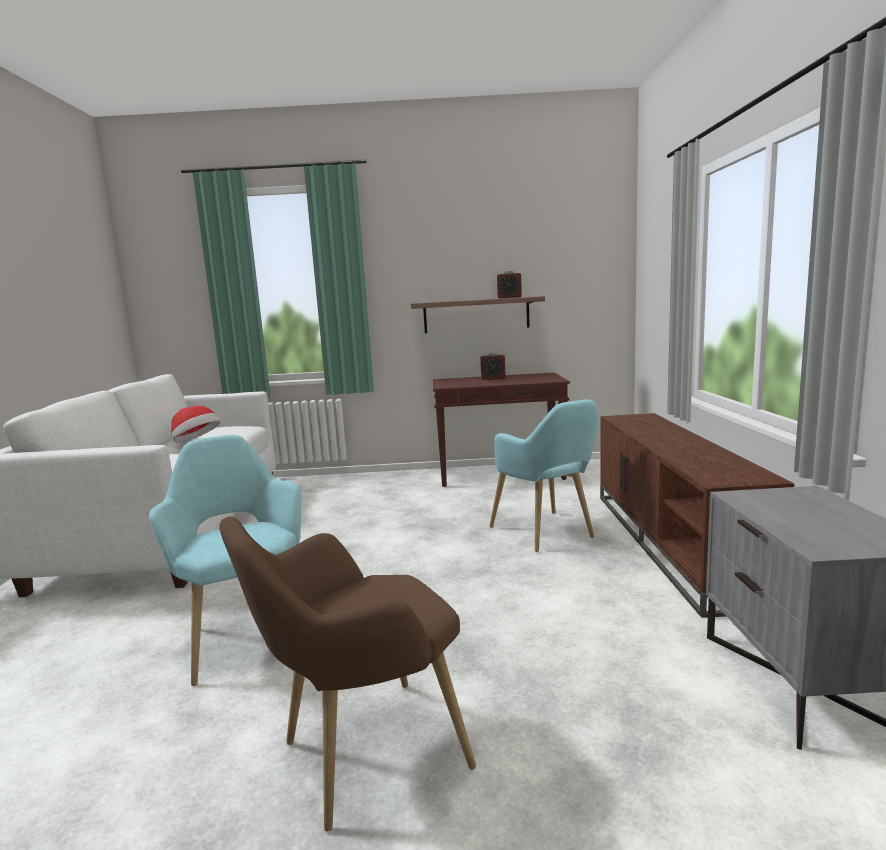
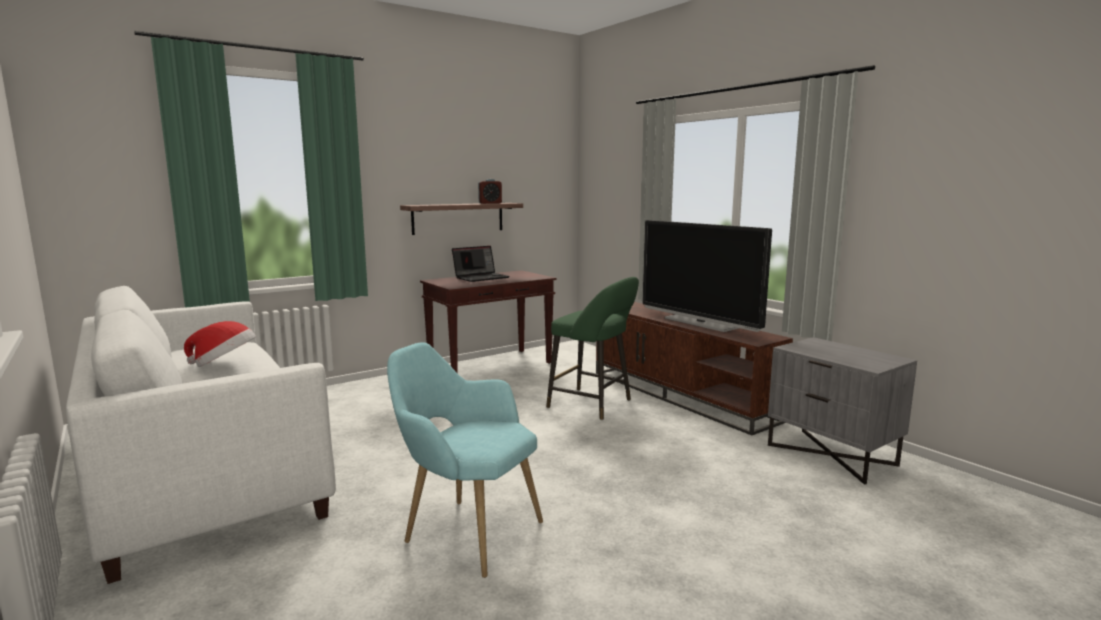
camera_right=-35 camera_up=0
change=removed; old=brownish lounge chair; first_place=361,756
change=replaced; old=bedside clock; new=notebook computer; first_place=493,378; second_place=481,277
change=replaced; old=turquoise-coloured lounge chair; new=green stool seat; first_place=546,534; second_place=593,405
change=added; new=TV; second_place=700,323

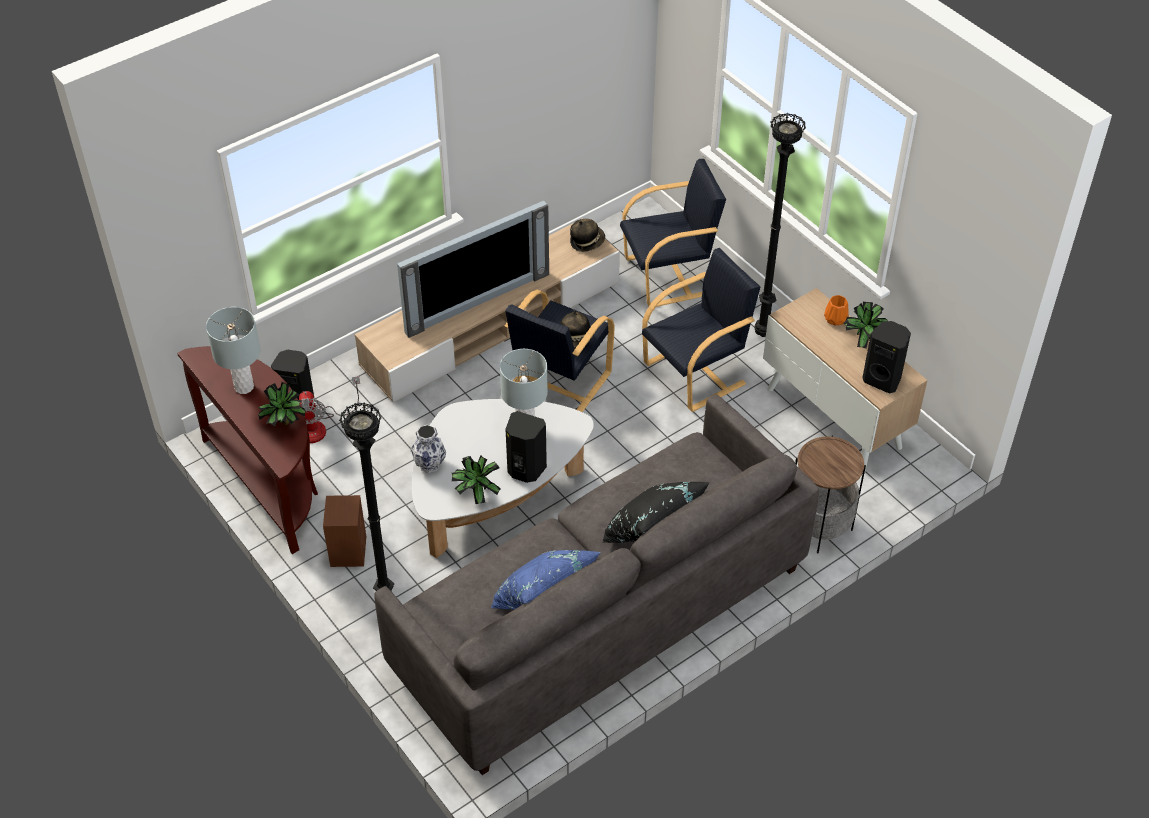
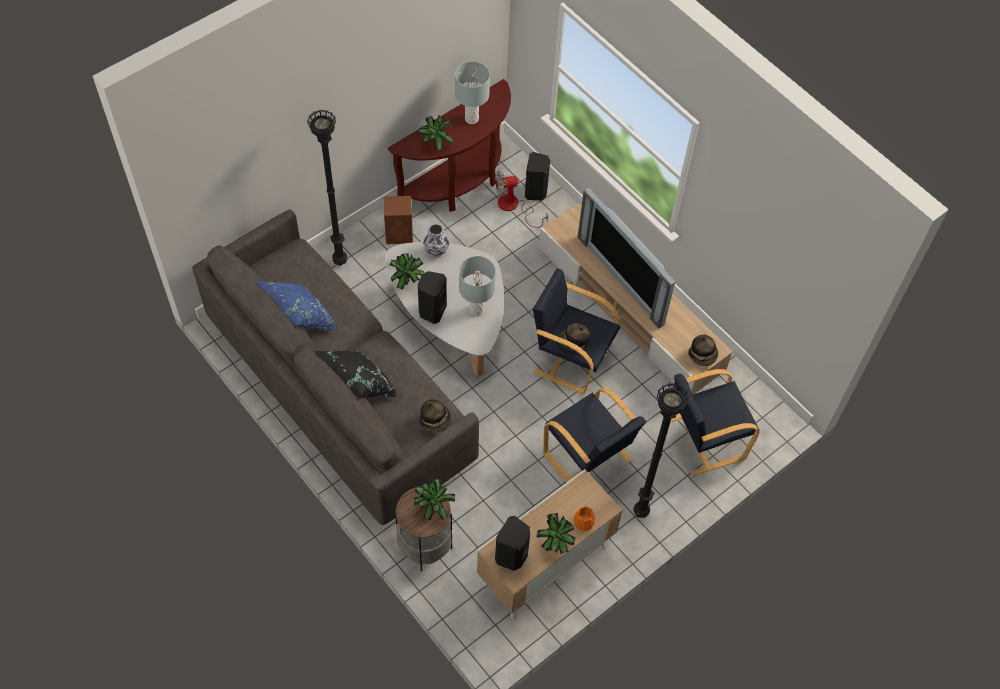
camera_right=85 camera_up=10
change=turned; old=black-coloured lounge chair; first_place=669,276; second_place=703,438; degrees=90
change=added; new=houseplant; second_place=433,508
change=added; new=wearable hat; second_place=435,420

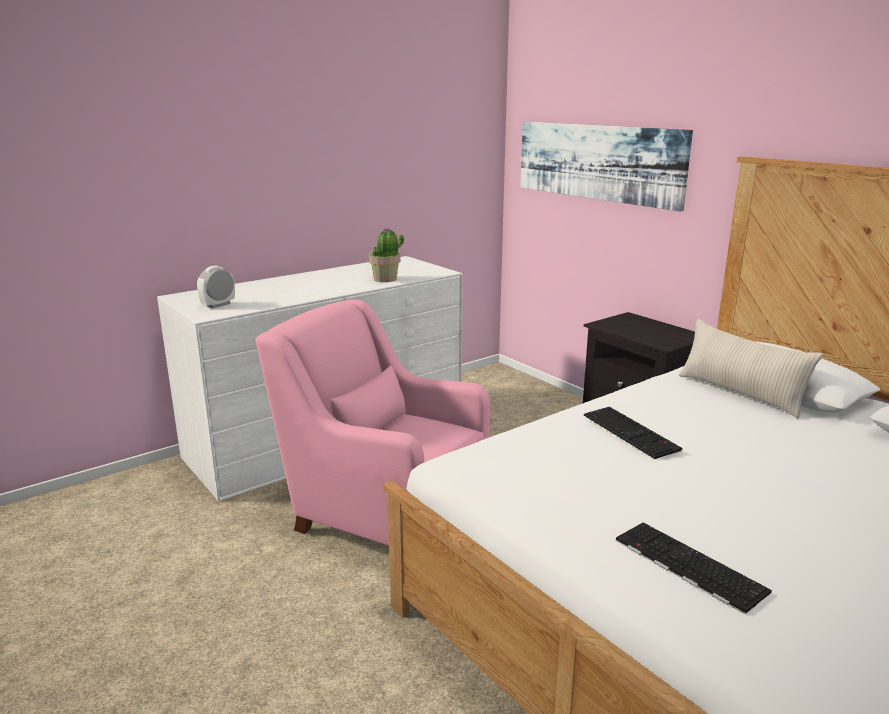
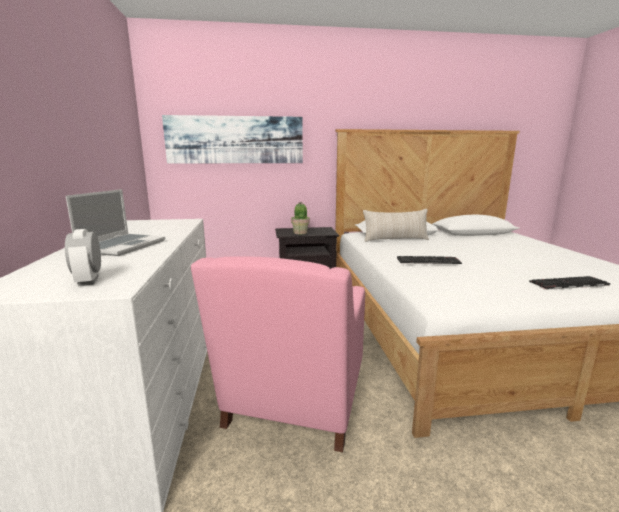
camera_right=-60 camera_up=-5
change=turned; old=pink-coloured lounge chair; first_place=383,512; second_place=294,403; degrees=-45
change=moved; old=houseplant; first_place=385,279; second_place=300,232
change=added; new=notebook computer; second_place=122,246

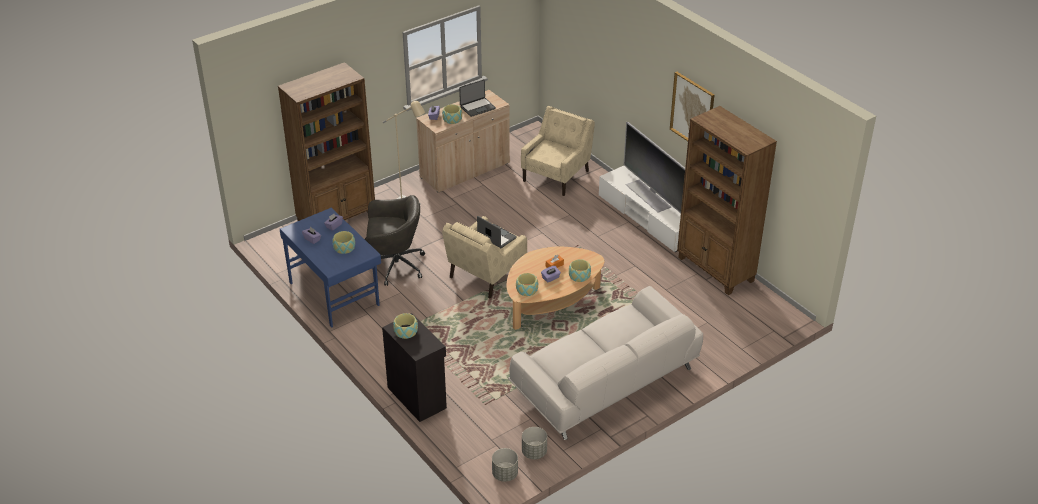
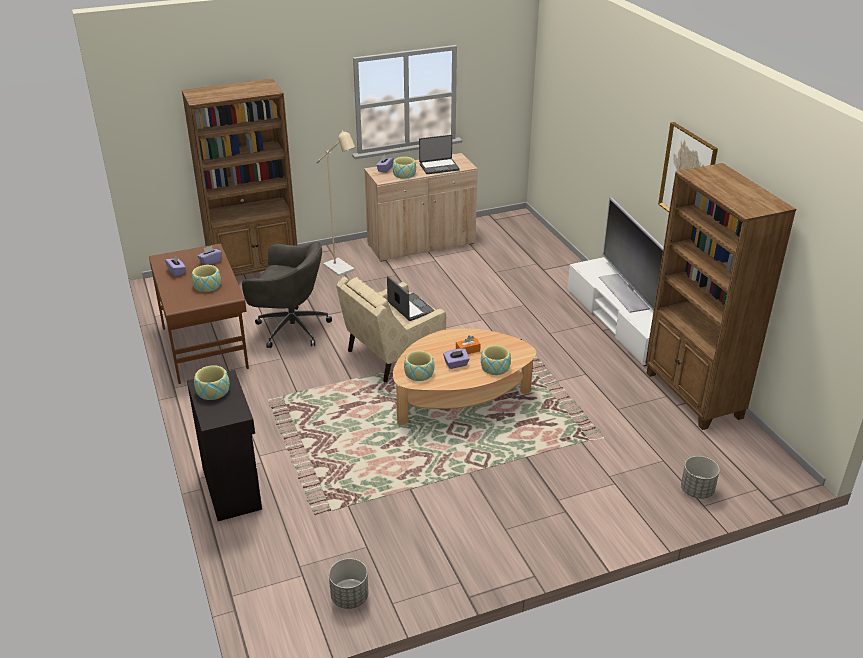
camera_right=15 camera_up=-5
change=recoloured; old=blue desk unit; new=brownish desk unit; first_place=334,293; second_place=205,346
change=moved; old=gray flower pot; first_place=504,474; second_place=696,490
change=removed; old=white sofa; first_place=605,382
change=removed; old=beige lounge chair; first_place=556,175

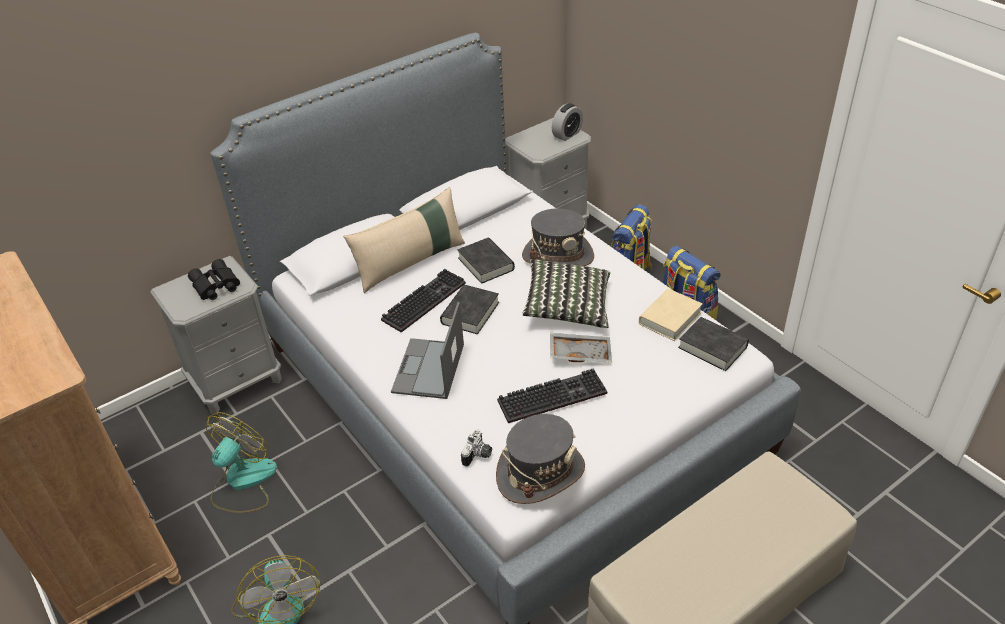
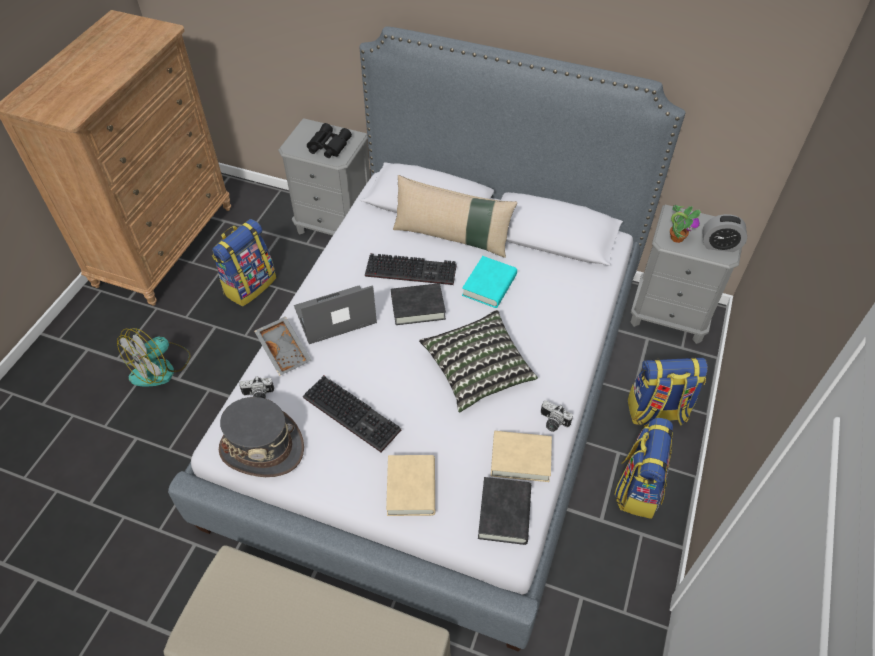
camera_right=55 camera_up=10
change=replaced; old=electric fan; new=rucksack; first_place=243,482; second_place=250,285
change=recoloured; old=black-coloured book; new=turquoise-coloured book; first_place=486,264; second_place=489,285
change=removed; old=gray wearable hat; first_place=558,255
change=moved; old=gray carrying tray; first_place=580,353; second_place=285,350
change=added; new=beige book; second_place=411,488
change=added; new=still camera; second_place=552,423
change=added; new=houseplant; second_place=676,237

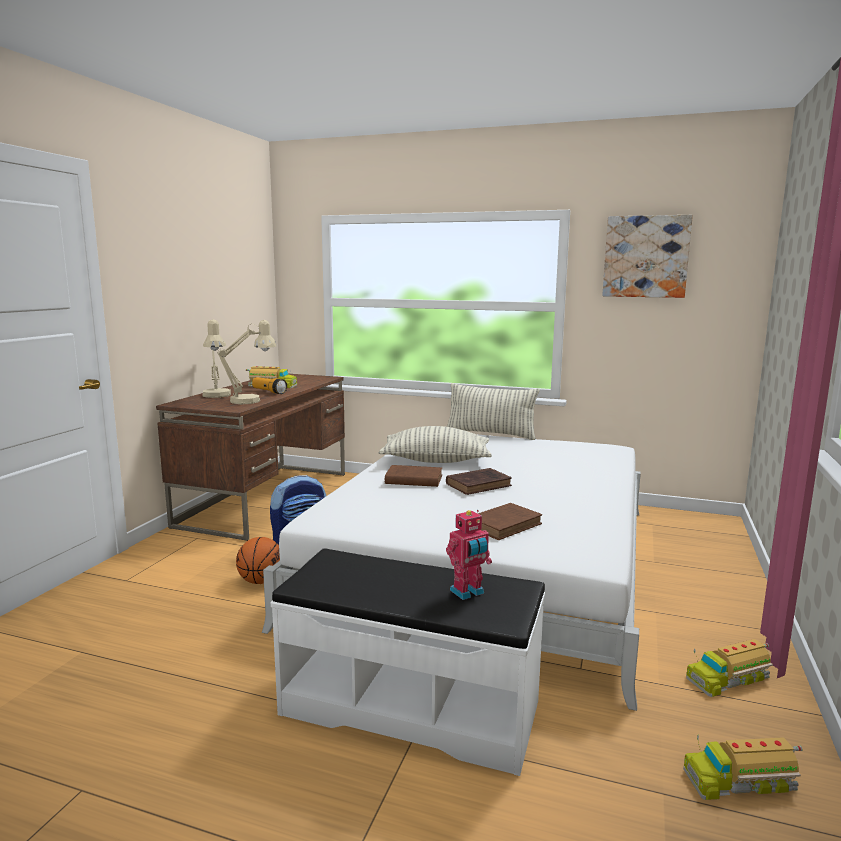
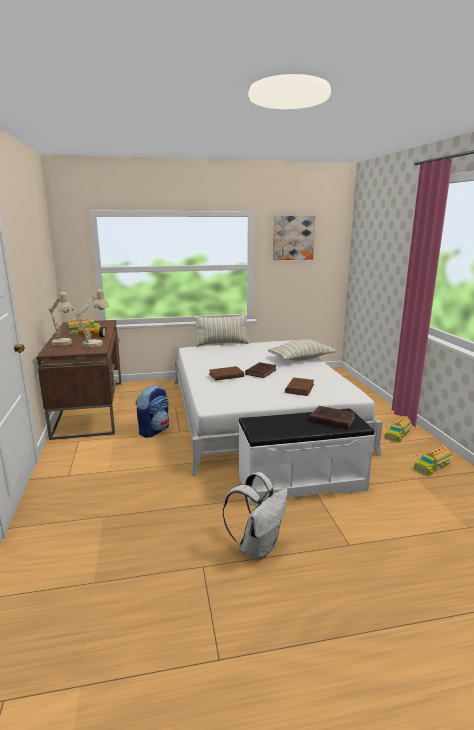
camera_right=-30 camera_up=5
change=removed; old=basketball; first_place=261,581
change=moved; old=throw pillow; first_place=436,461; second_place=301,359
change=replaced; old=toy robot; new=brownish book; first_place=468,592; second_place=331,419
change=added; new=white rucksack; second_place=258,547

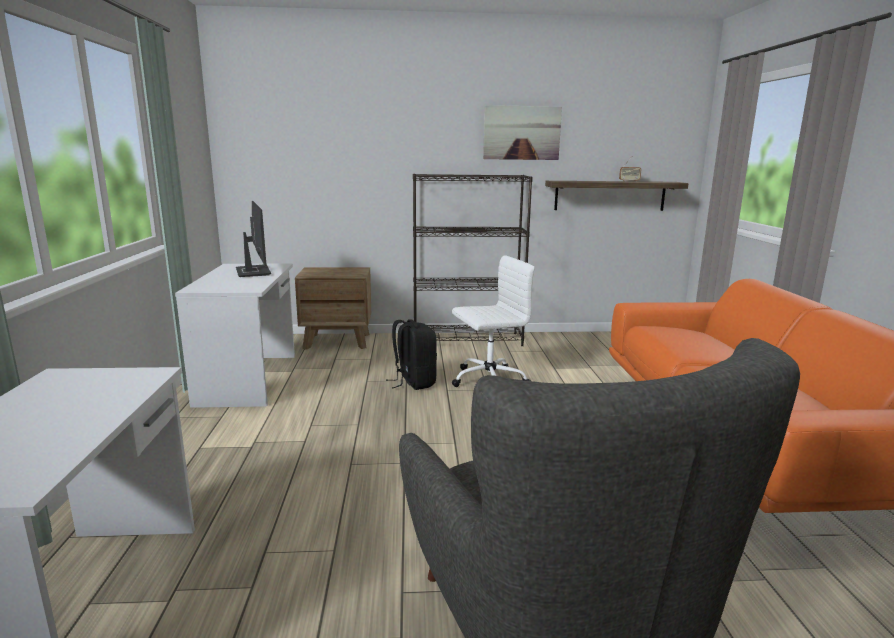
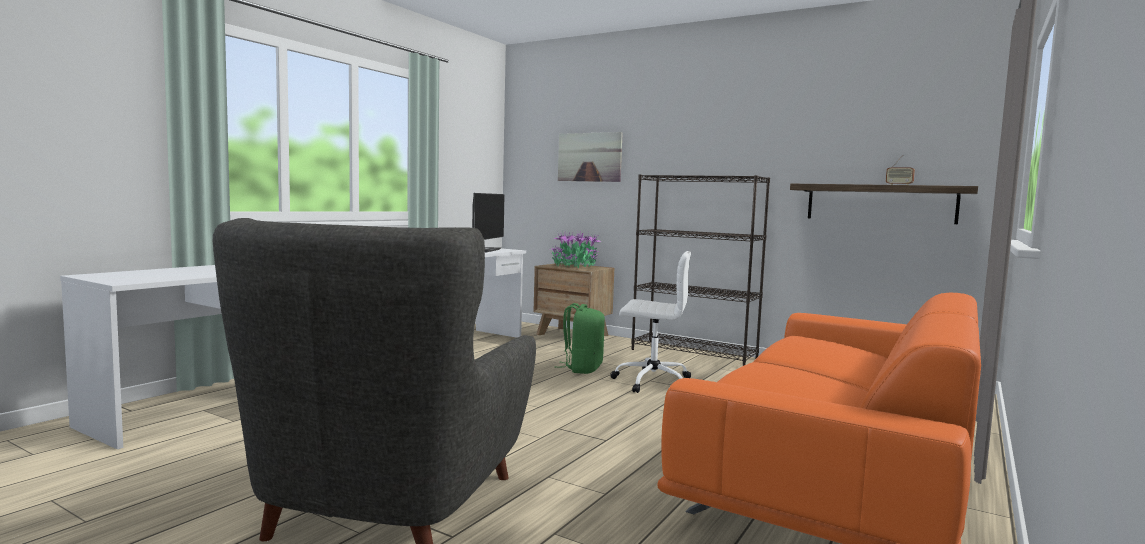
camera_right=35 camera_up=-10
change=recoloured; old=black-coloured rucksack; new=green rucksack; first_place=414,382; second_place=582,369
change=moved; old=wall picture; first_place=521,133; second_place=589,157
change=added; new=houseplant; second_place=575,266

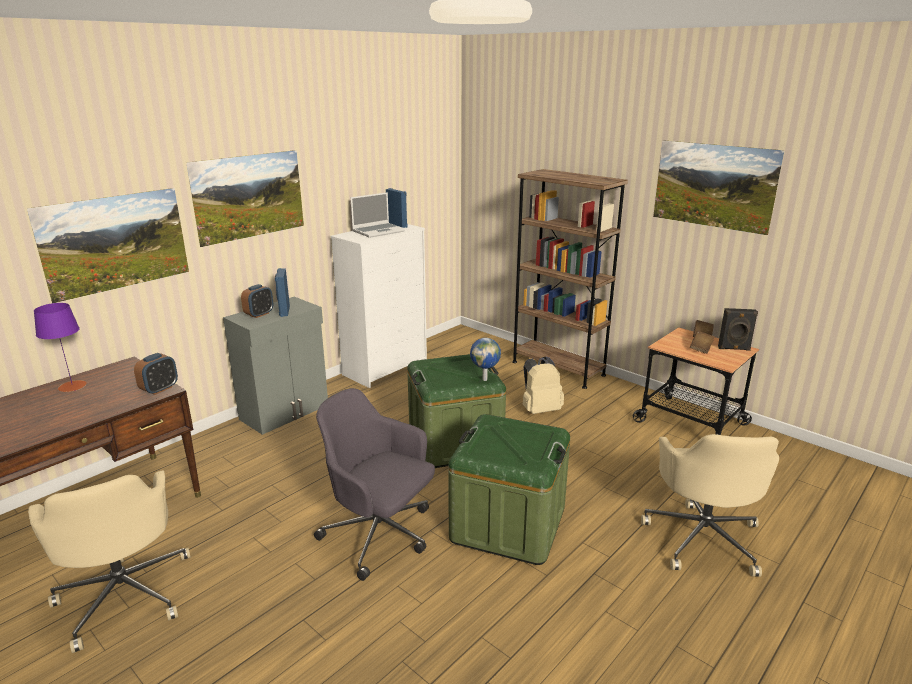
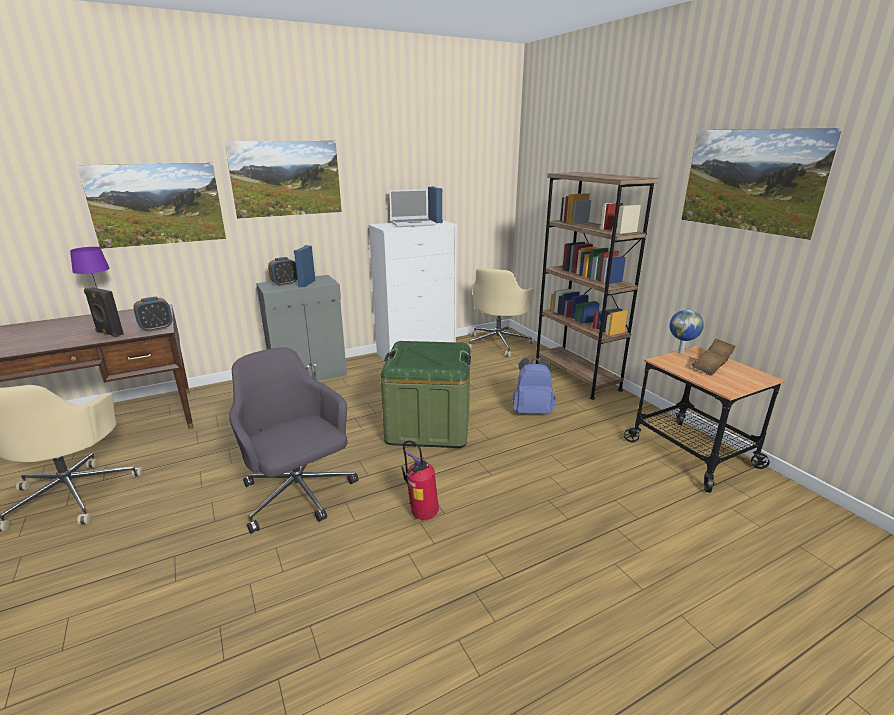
camera_right=20 camera_up=0
change=replaced; old=green storage box; new=extinguisher; first_place=508,524; second_place=422,514
change=moved; old=world globe; first_place=485,379; second_place=681,352
change=recoloured; old=beige rucksack; new=blue rucksack; first_place=540,410; second_place=532,411
change=moved; old=beige desk chair; first_place=703,537; second_place=498,343
change=moved; old=black-coloured speaker; first_place=734,348; second_place=109,333

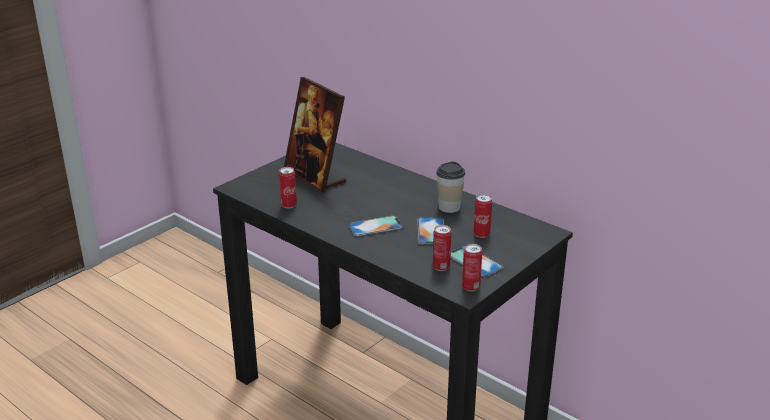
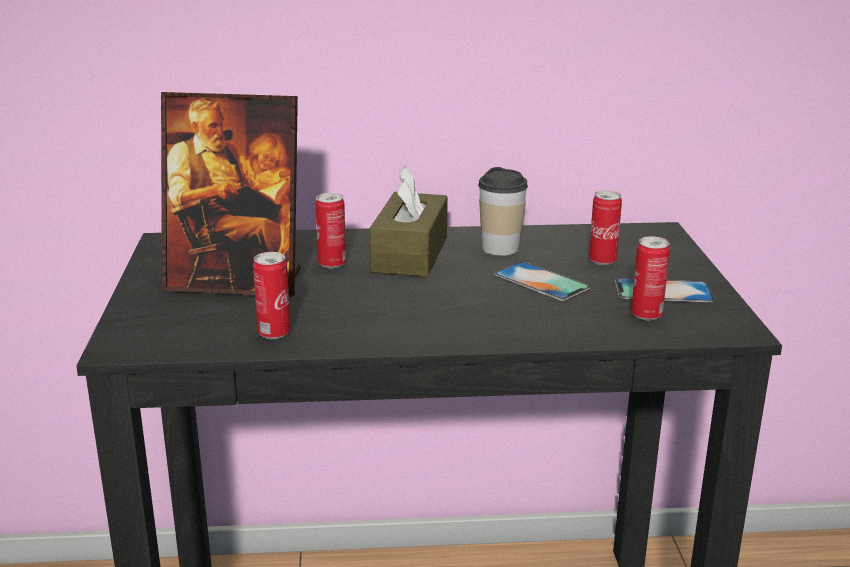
camera_right=-45 camera_up=-5
change=removed; old=handset; first_place=375,226
change=moved; old=can; first_place=470,287; second_place=332,264
change=added; new=brownish tissue holder; second_place=410,254

